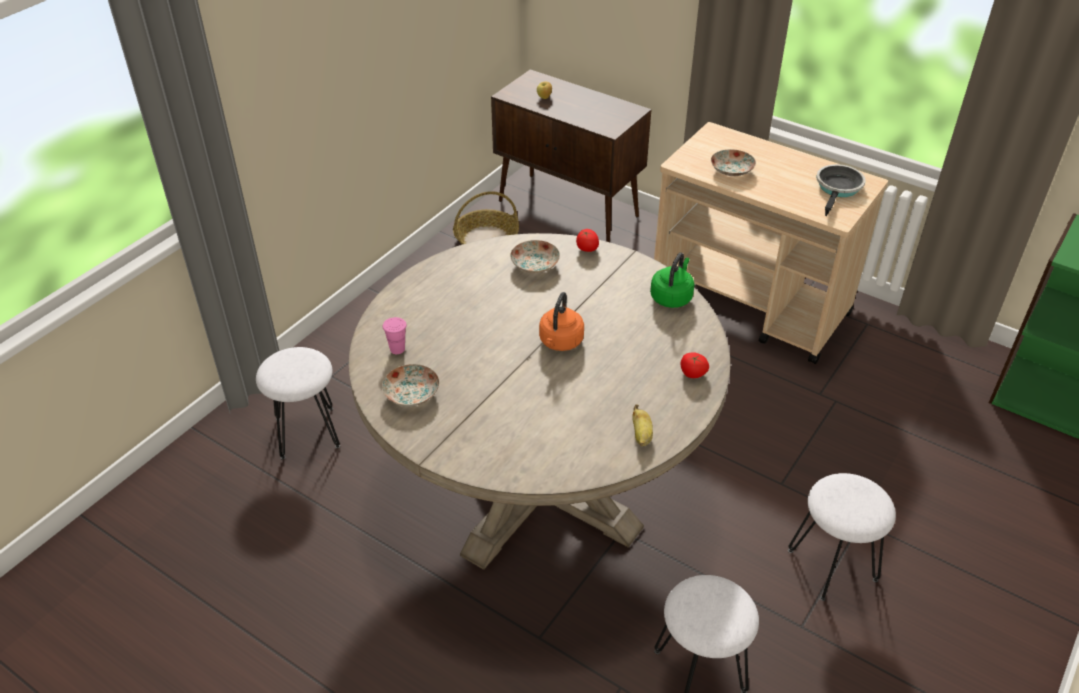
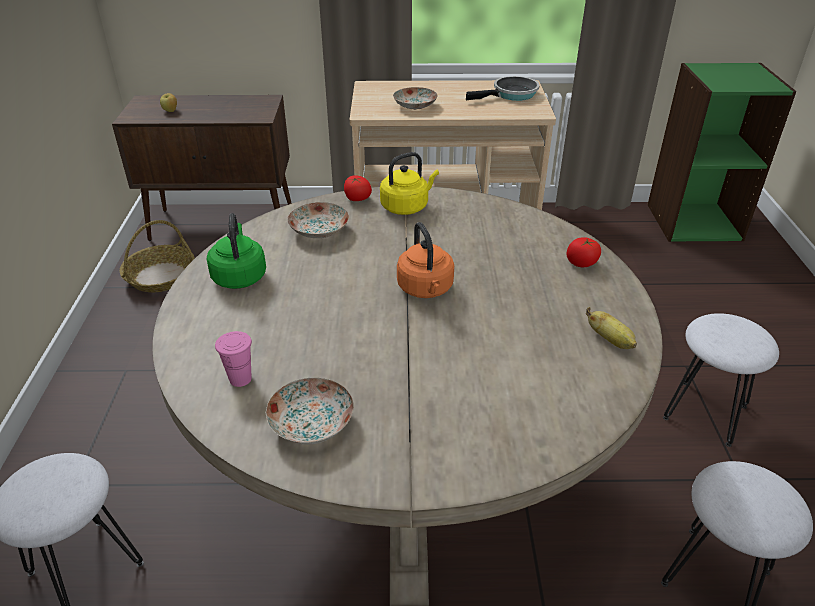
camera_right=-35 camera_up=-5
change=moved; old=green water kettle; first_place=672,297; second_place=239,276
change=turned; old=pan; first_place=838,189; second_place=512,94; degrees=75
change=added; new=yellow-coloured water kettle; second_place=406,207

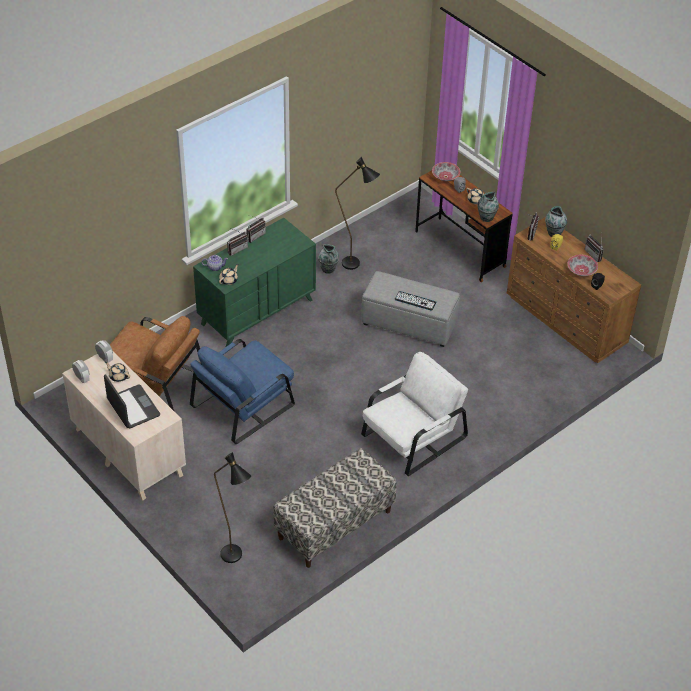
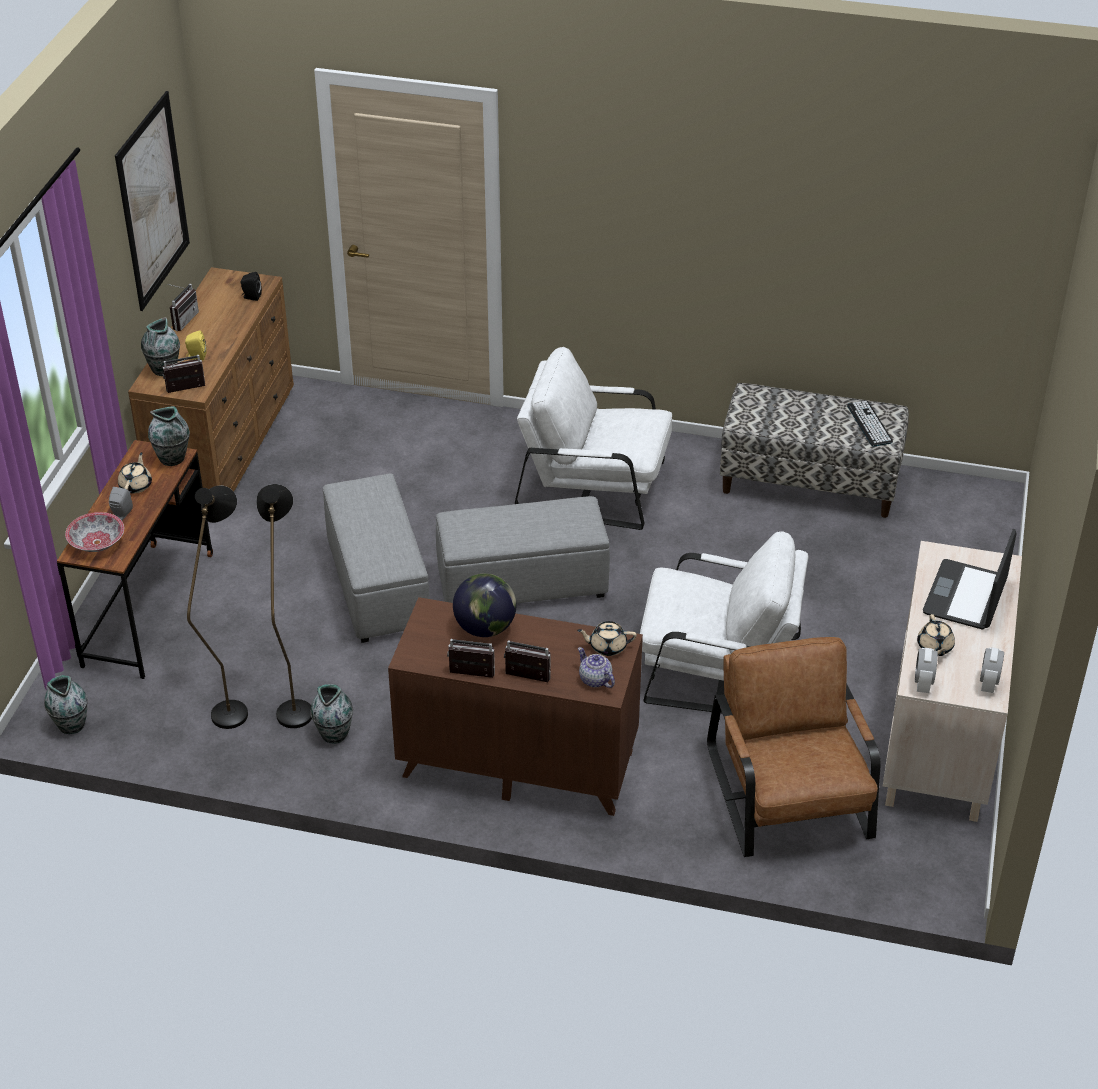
camera_right=-125 camera_up=-5
change=recoloured; old=blue lounge chair; new=white lounge chair; first_place=244,404; second_place=718,668
change=recoloured; old=green dresser; new=brownish dresser; first_place=257,311; second_place=517,763
change=moved; old=black-coloured standing lamp; first_place=236,559; second_place=234,705
change=moved; old=keyboard; first_place=415,301; second_place=869,424
change=removed; old=serving bowl; first_place=581,270
change=added; new=decorative vase; second_place=71,724
change=added; new=wall picture; second_place=153,201
change=added; new=gray pouffe; second_place=523,583
change=added; new=world globe; second_place=485,628

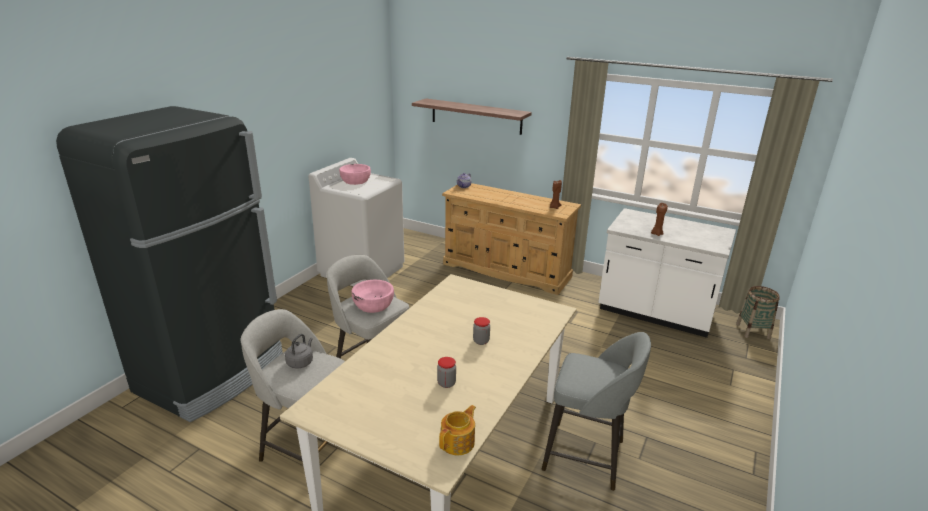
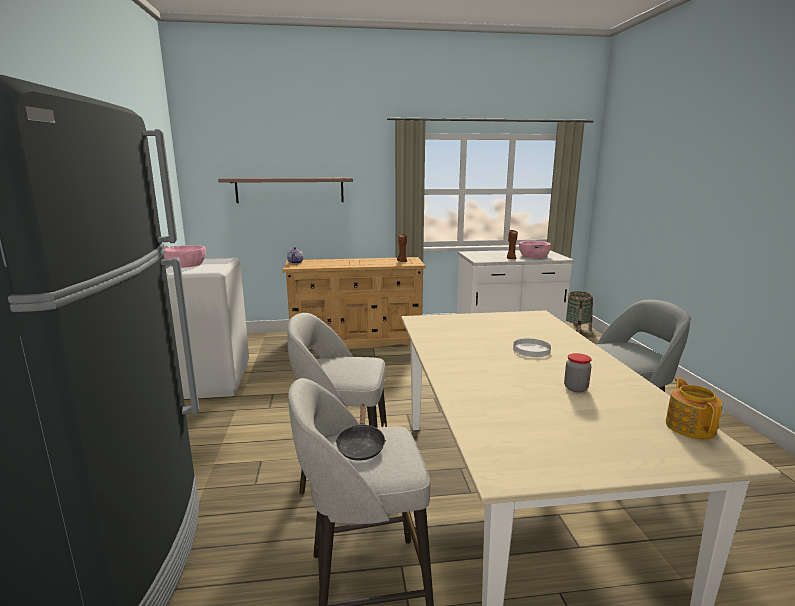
camera_right=-35 camera_up=-10
change=replaced; old=gray water kettle; new=black-coloured pan; first_place=301,362; second_place=361,445
change=moved; old=pink-coloured serving bowl; first_place=373,305; second_place=534,256
change=replaced; old=jar; new=white flat dish; first_place=481,341; second_place=531,350

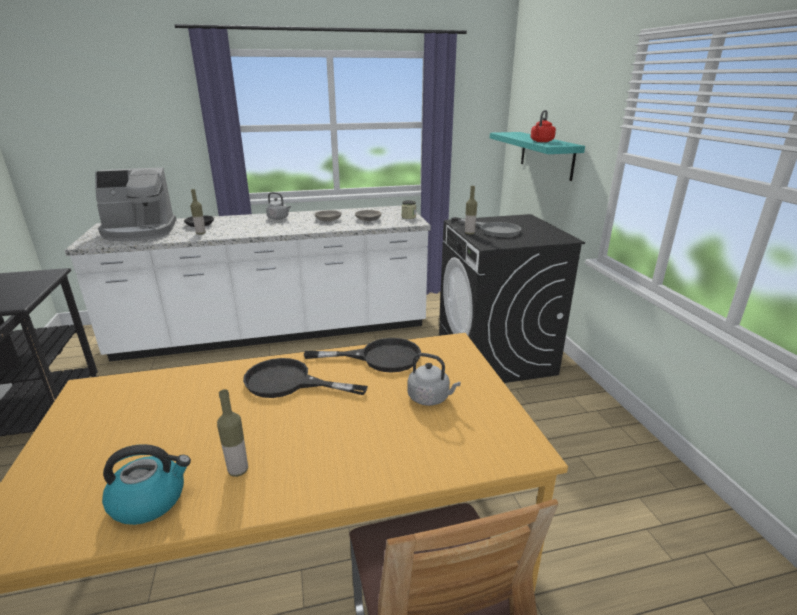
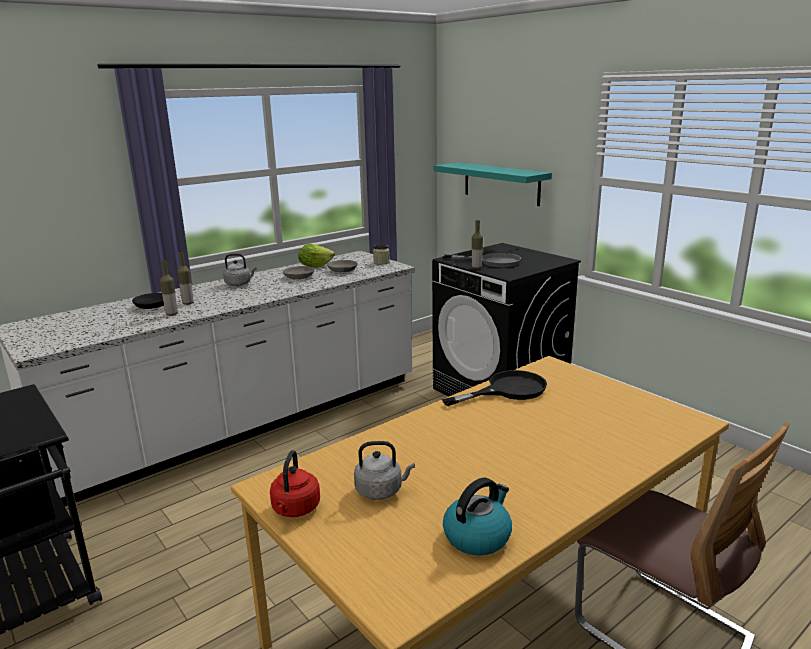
camera_right=-25 camera_up=-5
change=removed; old=coffee brewer; first_place=139,232
change=moved; old=bottle; first_place=238,470; second_place=188,303
change=removed; old=black-coloured pan; first_place=289,382
change=moved; old=gray water kettle; first_place=430,398; second_place=381,491
change=moved; old=red-coloured water kettle; first_place=541,141; second_place=295,509
change=added; new=head of lettuce; second_place=315,266

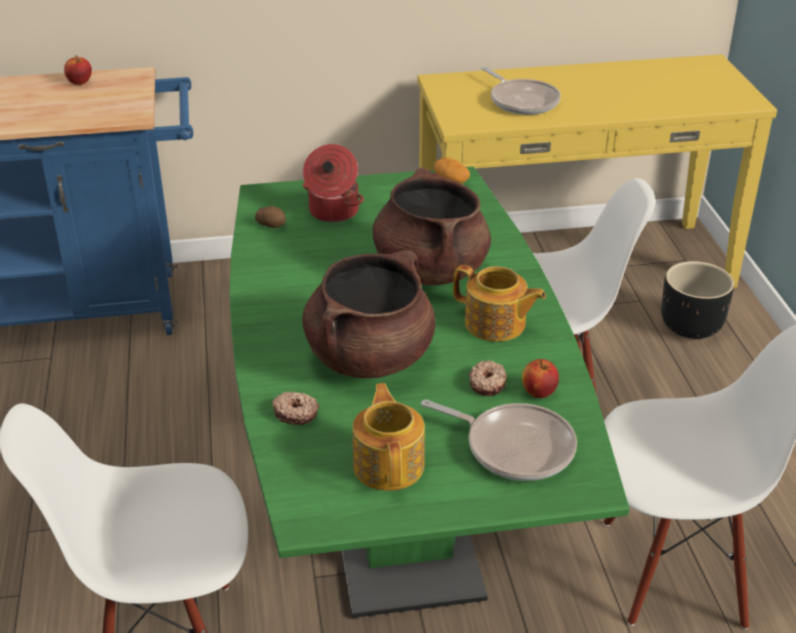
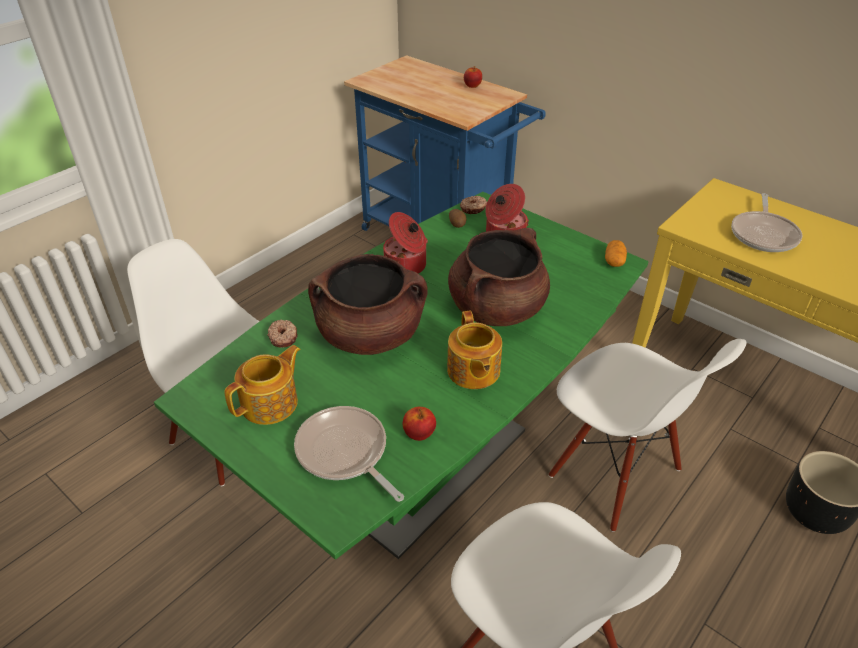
camera_right=50 camera_up=5
change=turned; old=pan; first_place=514,447; second_place=345,453; degrees=150
change=moved; old=doughnut; first_place=488,383; second_place=473,209
change=added; new=saucepot; second_place=406,266

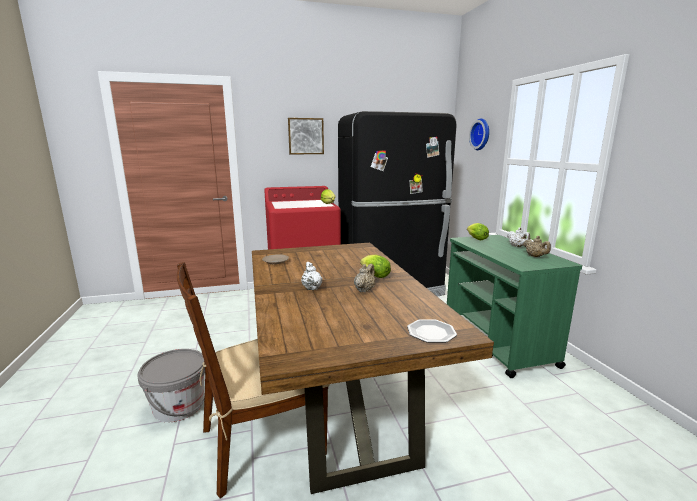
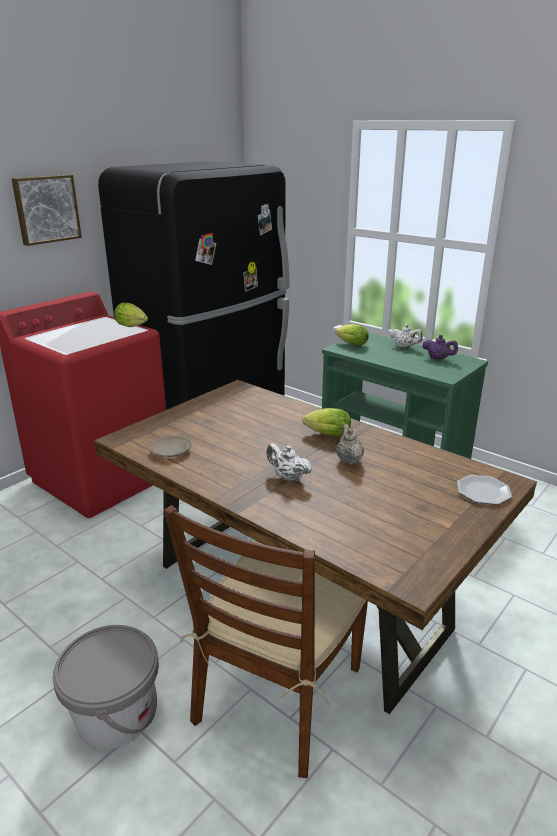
camera_right=-35 camera_up=10
change=removed; old=wall clock; first_place=481,134
change=recoloured; old=beige teapot; new=purple teapot; first_place=535,256; second_place=438,359

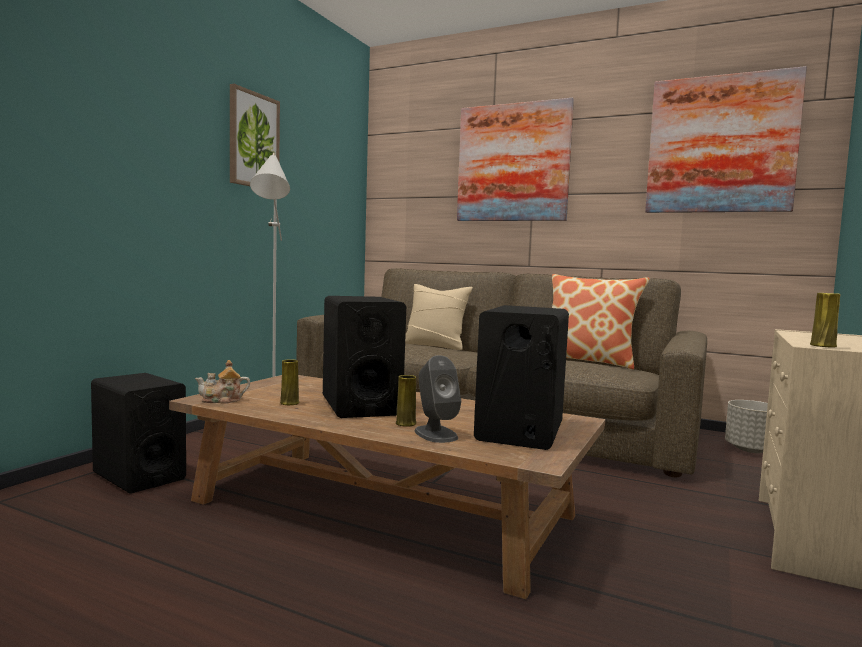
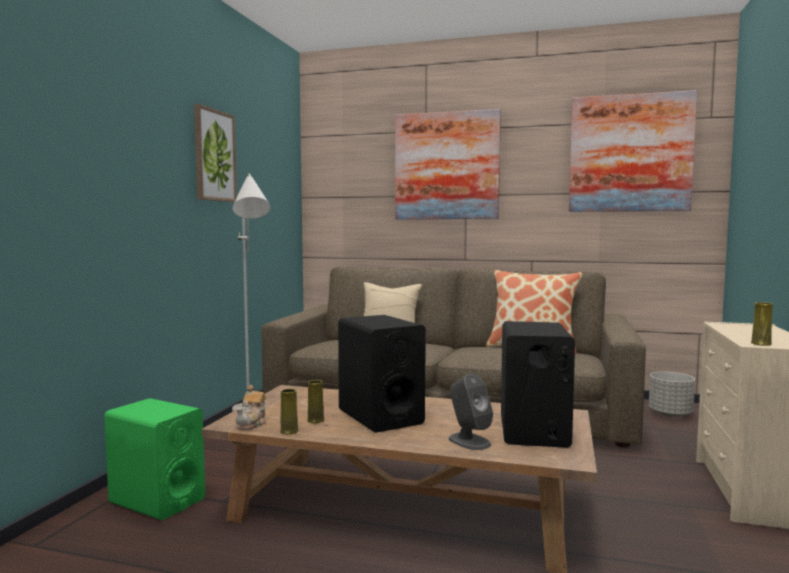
camera_right=-10 camera_up=0
change=recoloured; old=black-coloured speaker; new=green speaker; first_place=139,476; second_place=157,500
change=turned; old=teapot; first_place=222,400; second_place=252,423; degrees=-45
change=moved; old=yellow-coloured decorative vase; first_place=406,423; second_place=289,431

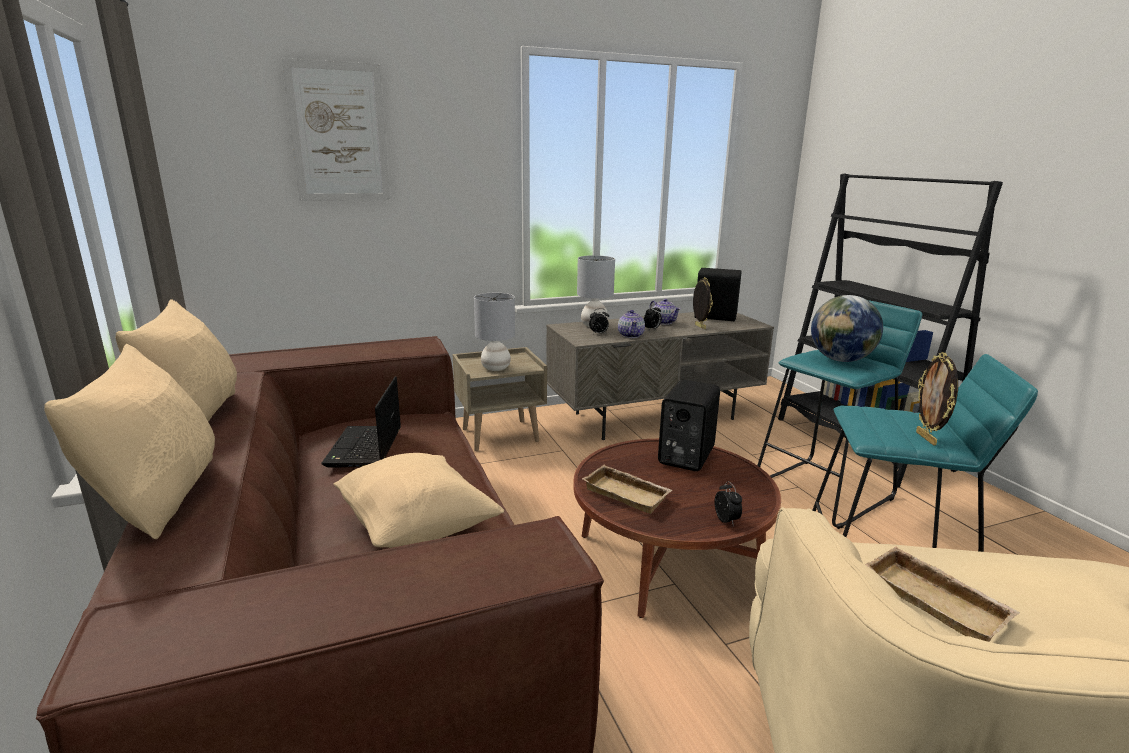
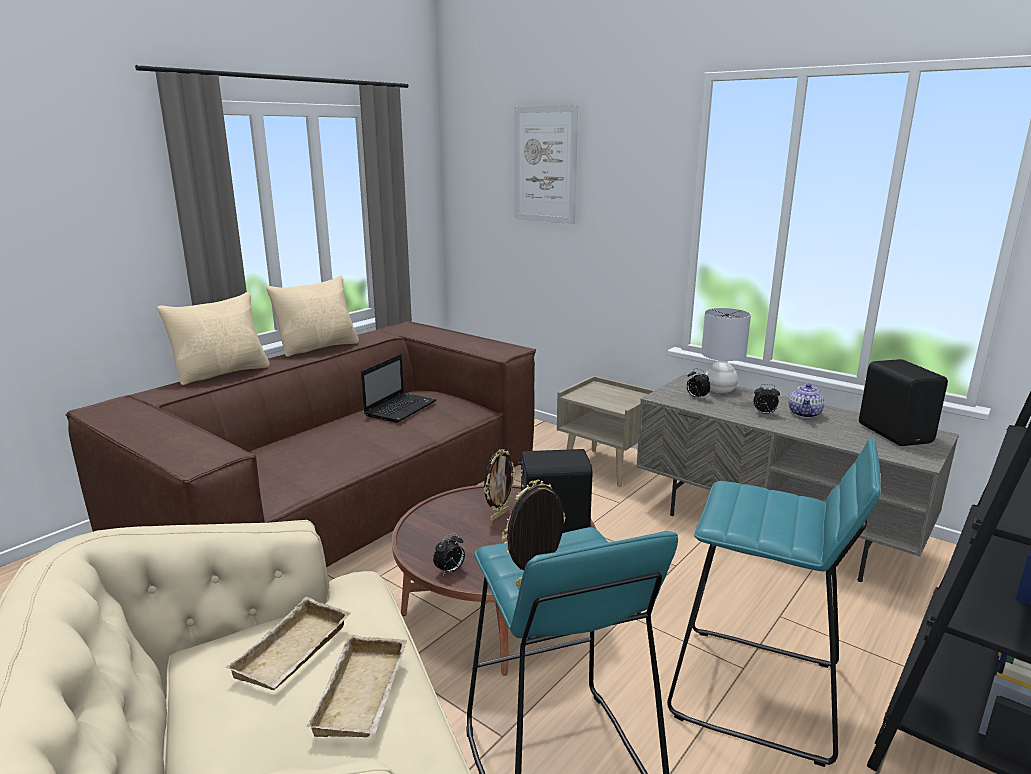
camera_right=60 camera_up=0
change=turned; old=notebook computer; first_place=365,448; second_place=401,408; degrees=150
change=removed; old=beige throw pillow; first_place=416,528
change=removed; old=gray tabletop lamp; first_place=495,368
change=moved; old=beige carrying tray; first_place=628,493; second_place=364,695
change=removed; old=teapot; first_place=631,335
change=moved; old=picture frame; first_place=699,327; second_place=499,515
change=removed; old=world globe; first_place=841,360

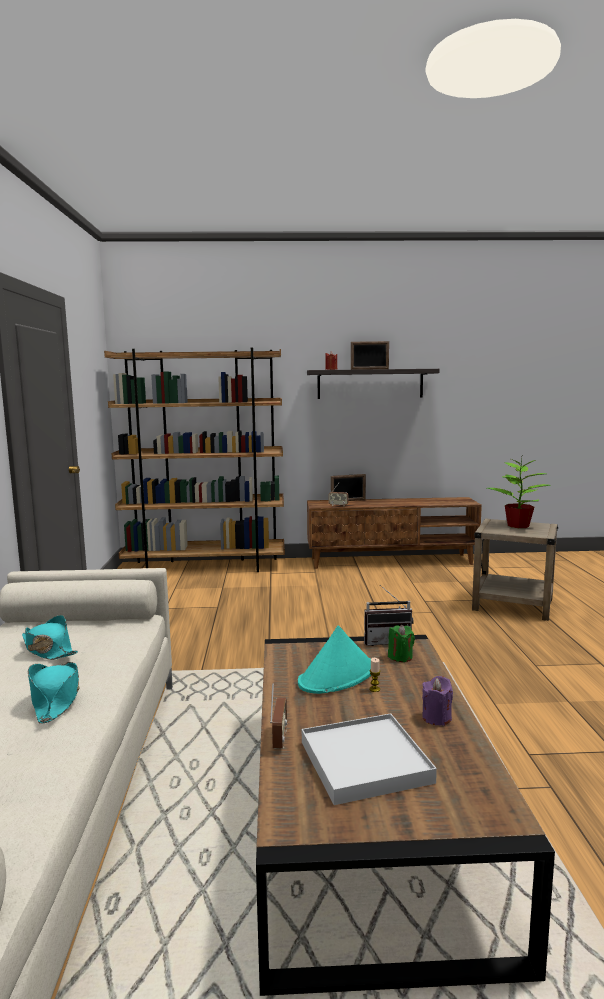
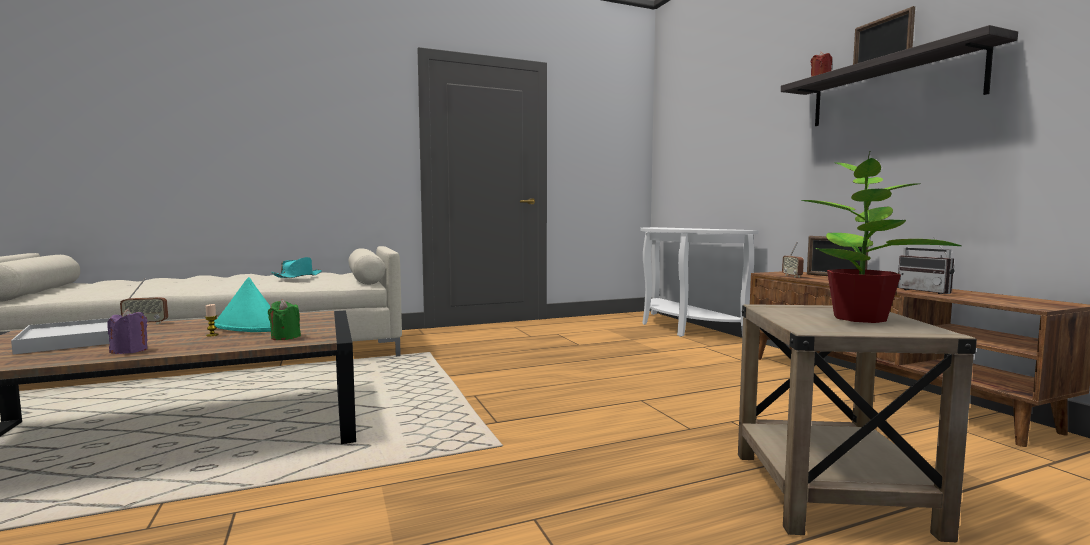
camera_right=70 camera_up=-5
change=removed; old=turquoise-coloured wearable hat; first_place=55,699
change=replaced; old=brownish bookcase; new=white console table; first_place=205,566; second_place=679,328
change=moved; old=radio receiver; first_place=387,641; second_place=927,291

